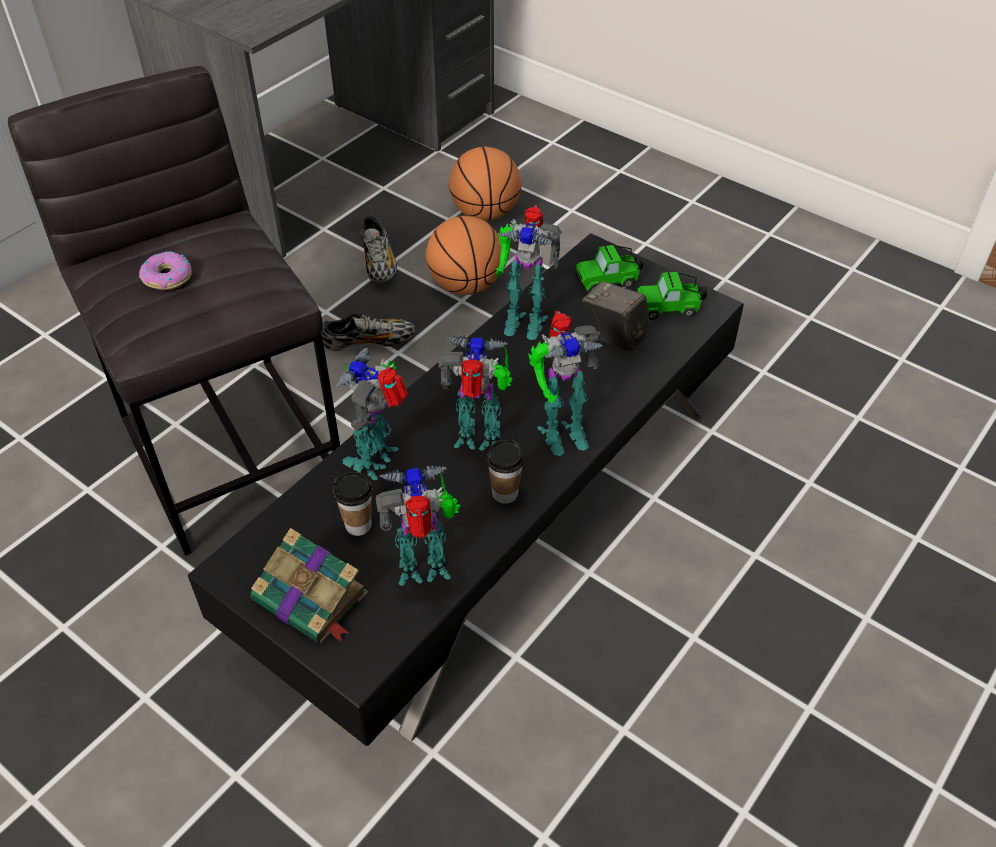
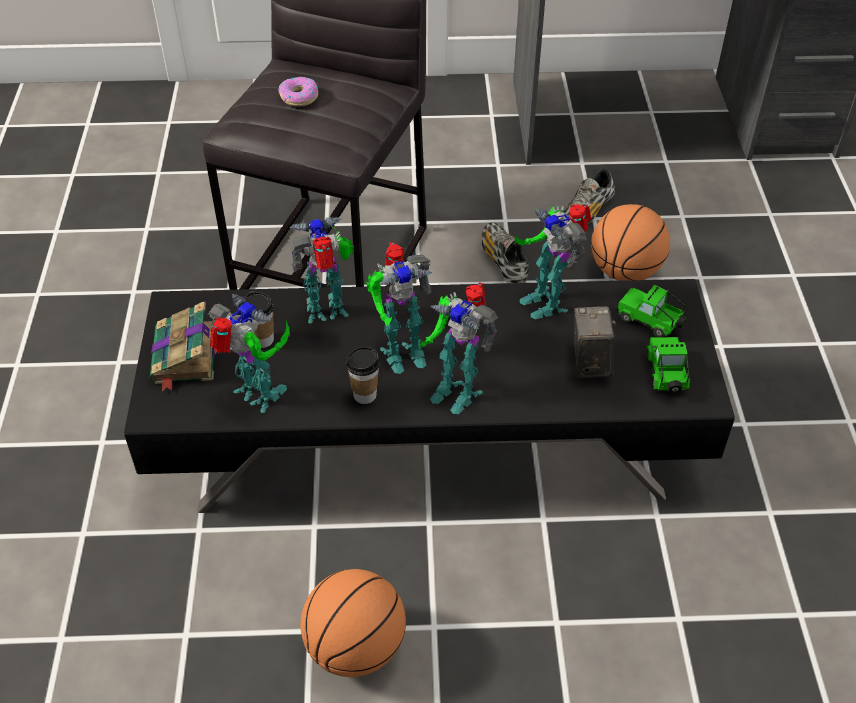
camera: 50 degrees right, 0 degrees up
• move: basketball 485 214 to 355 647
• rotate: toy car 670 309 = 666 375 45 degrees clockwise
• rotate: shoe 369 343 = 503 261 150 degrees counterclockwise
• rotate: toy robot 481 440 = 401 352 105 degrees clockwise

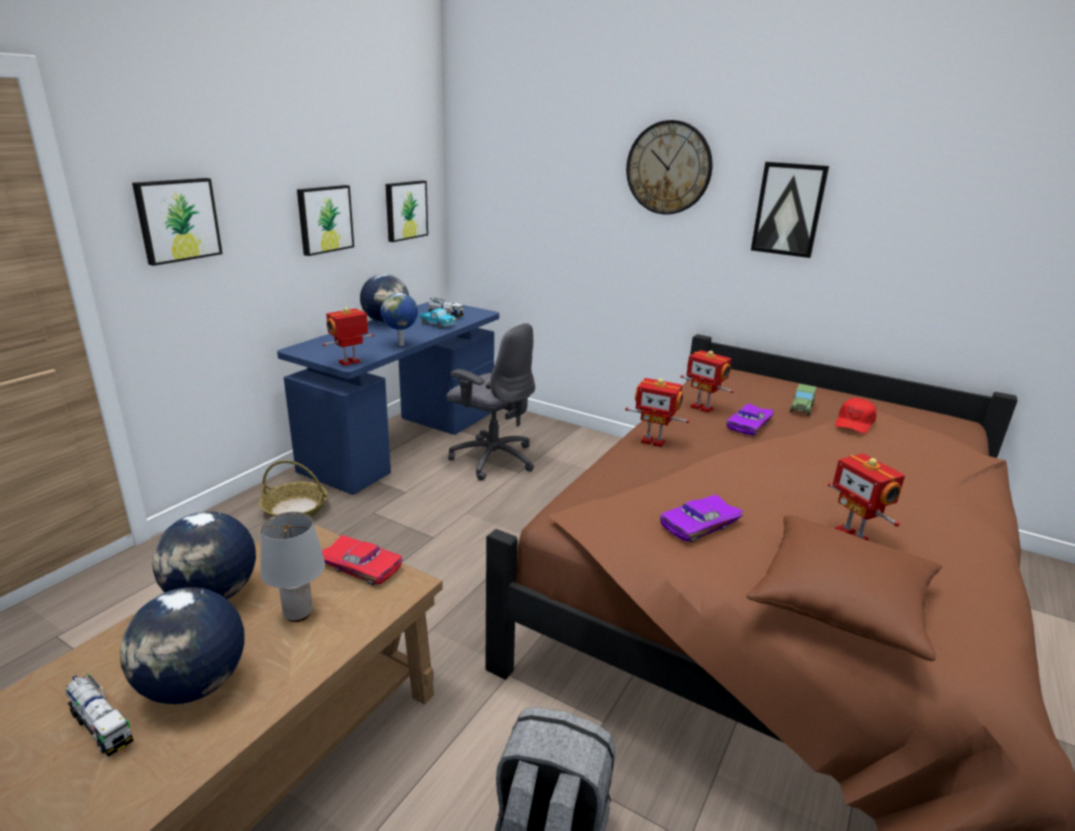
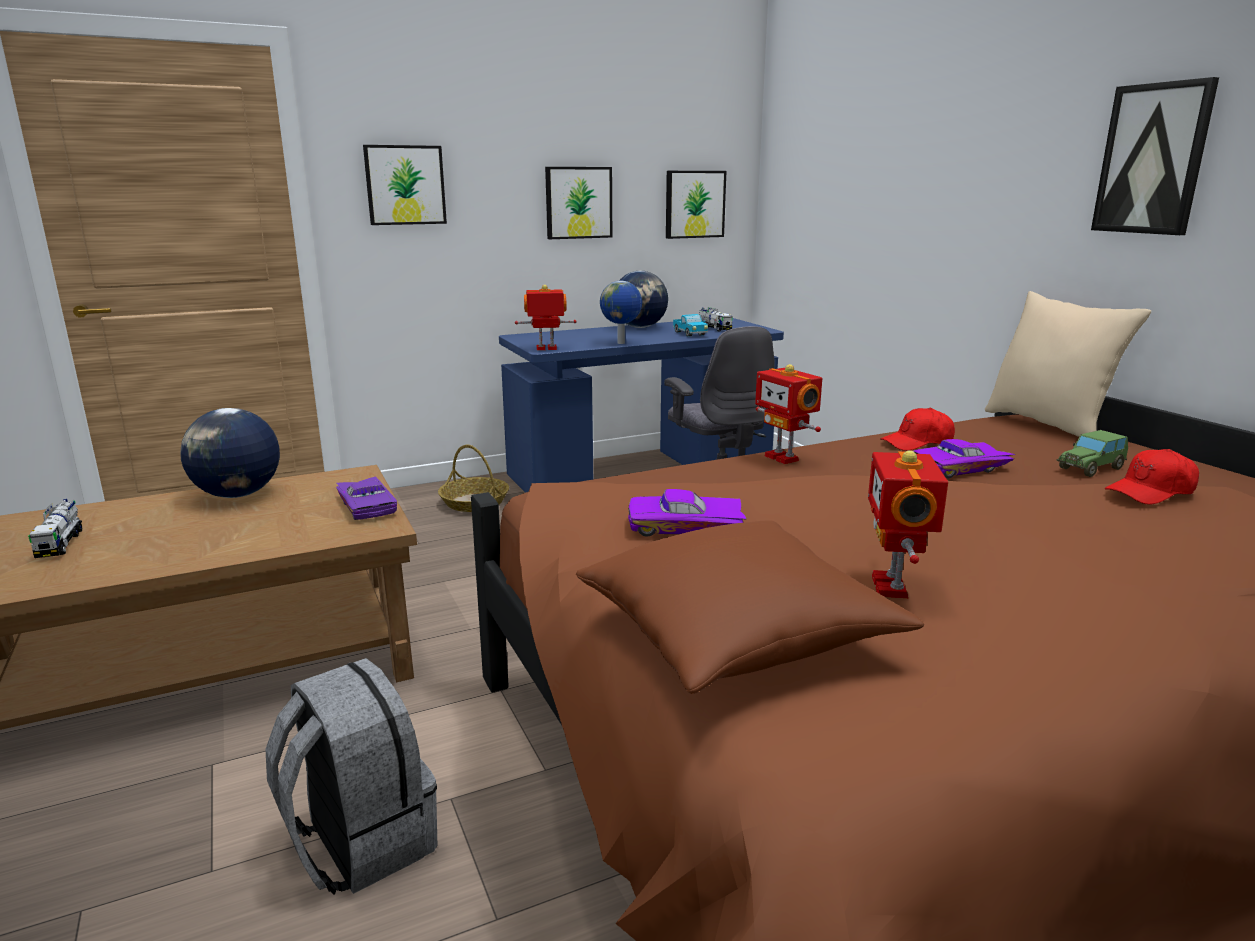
camera: 35 degrees right, 5 degrees down
• delete: wall clock 668 168
• replace: toy robot 702 407 to red cap 917 443
• delete: grey table lamp 299 613
• recolor: red toy car 362 565 to purple toy car 369 506
• delete: globe 194 685
• insert: beige pillow 1048 425

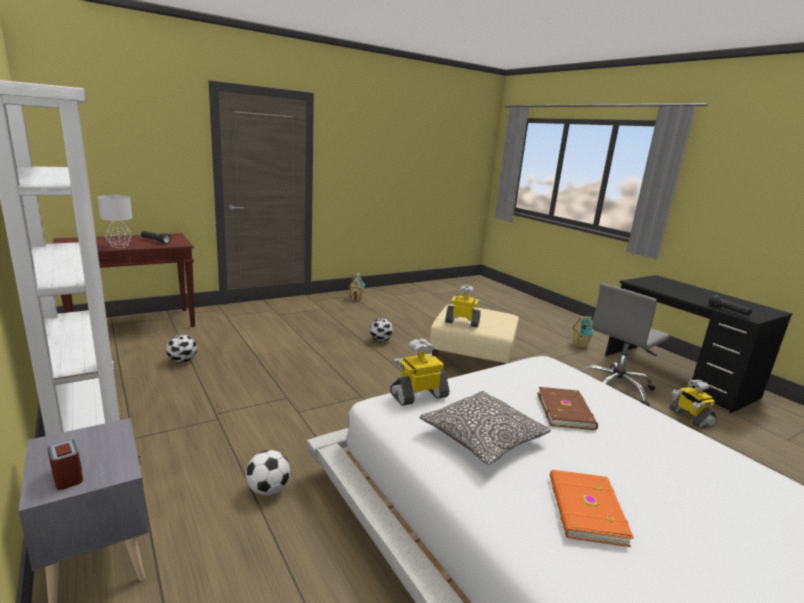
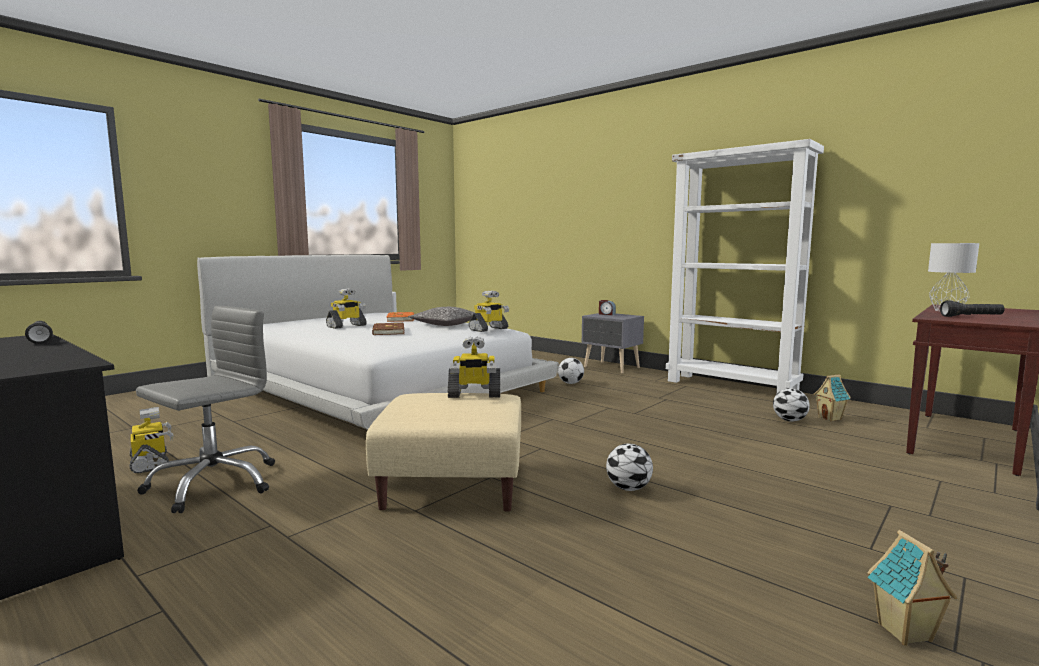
camera: 165 degrees right, 10 degrees down
• move: toy house 579 345 to 830 418
• insert: toy robot 346 326

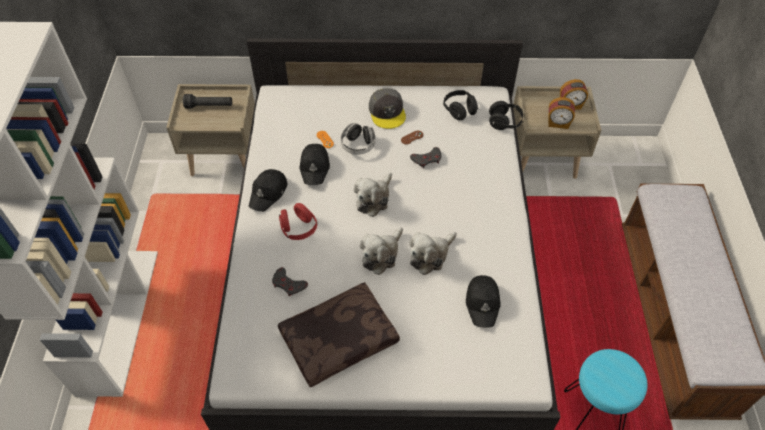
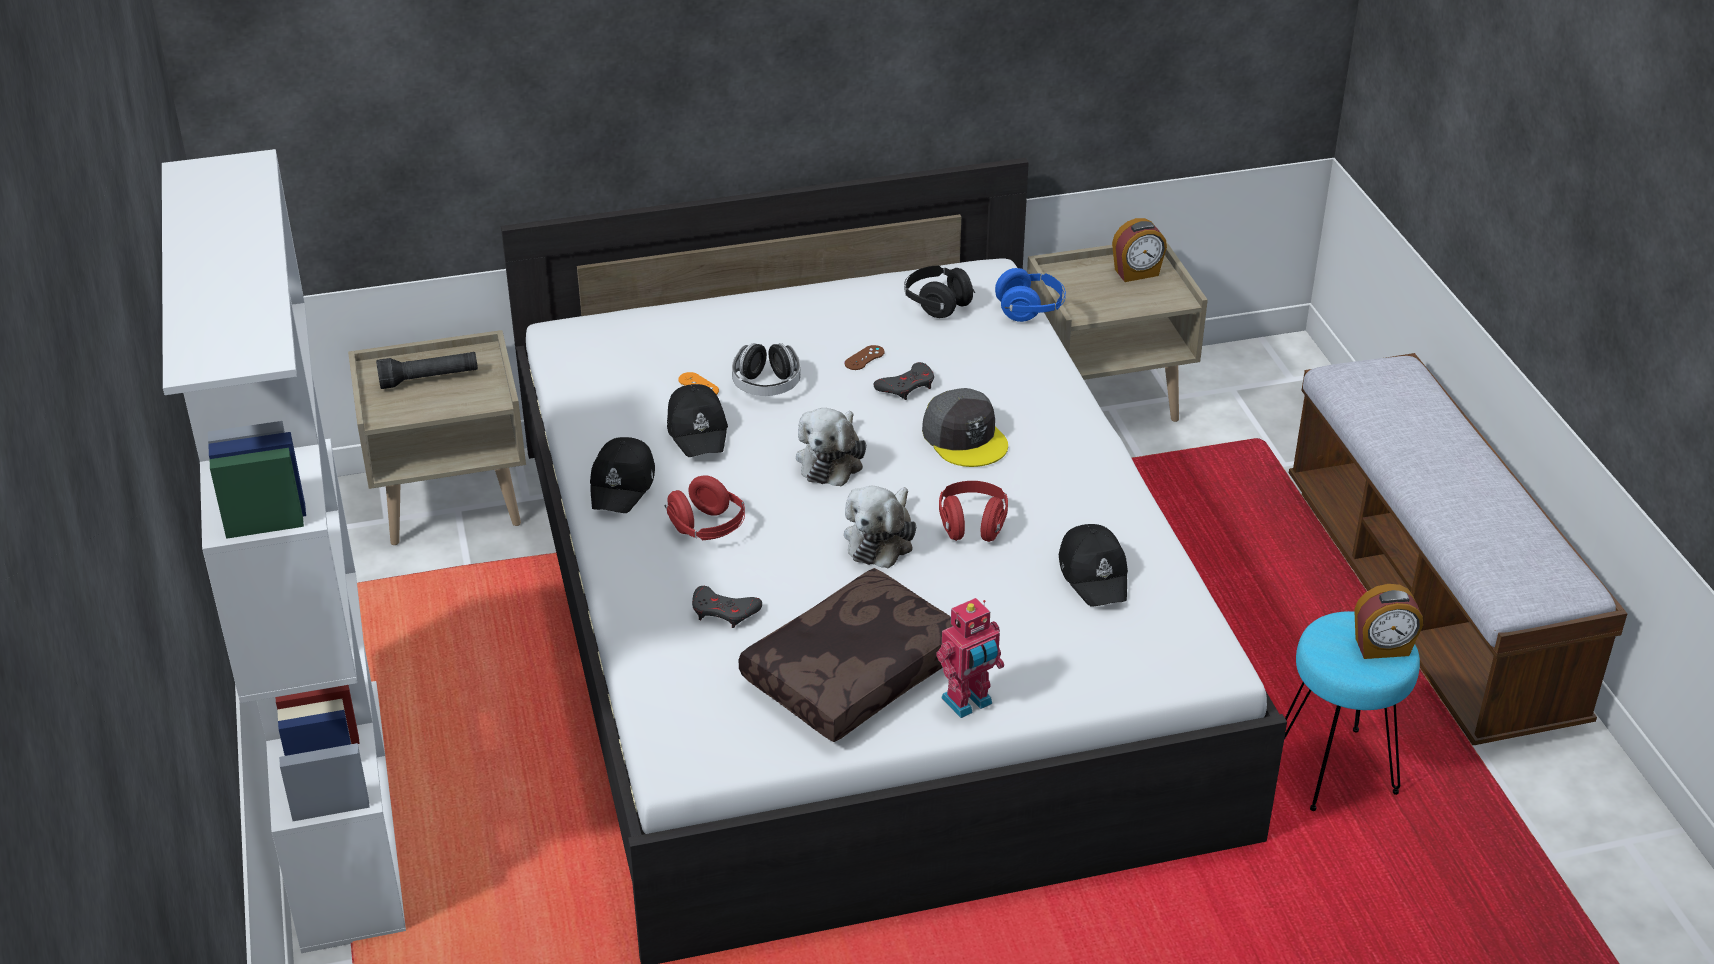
camera: 15 degrees left, 15 degrees down
• move: grey cap 387 112 to 965 438
• move: alarm clock 558 123 to 1382 648
• recolor: black headphones 505 123 to blue headphones 1030 310
• replace: plush toy 430 256 to red headphones 972 525
• insert: toy robot 968 703

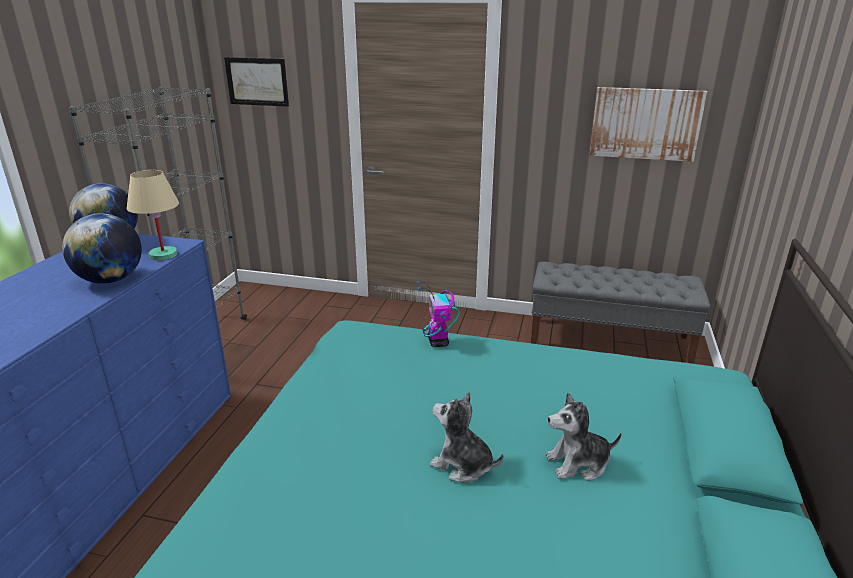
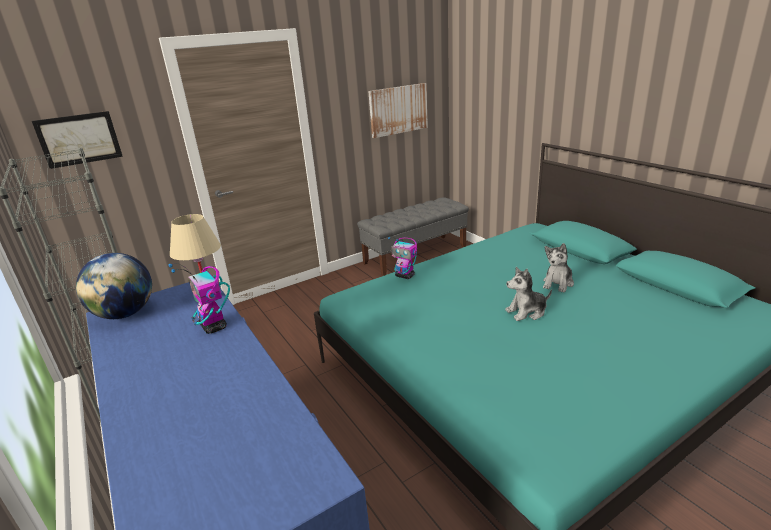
camera: 45 degrees left, 0 degrees up
• replace: globe 111 280 to toy robot 214 326

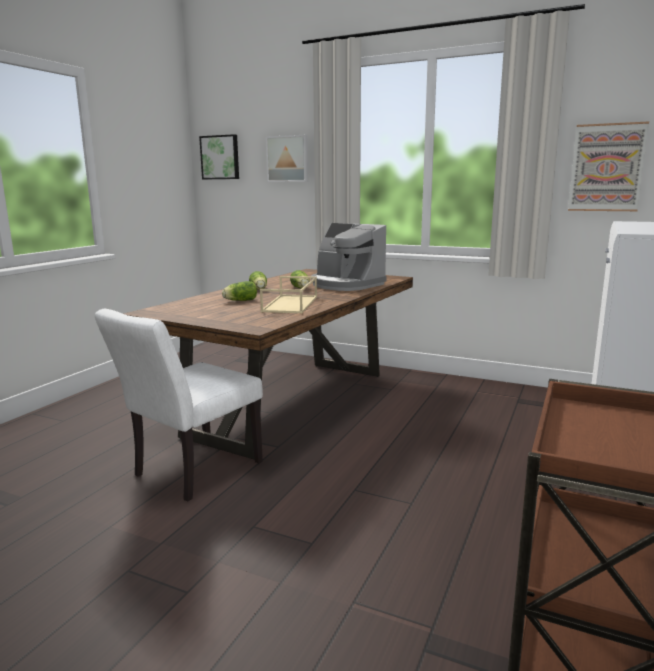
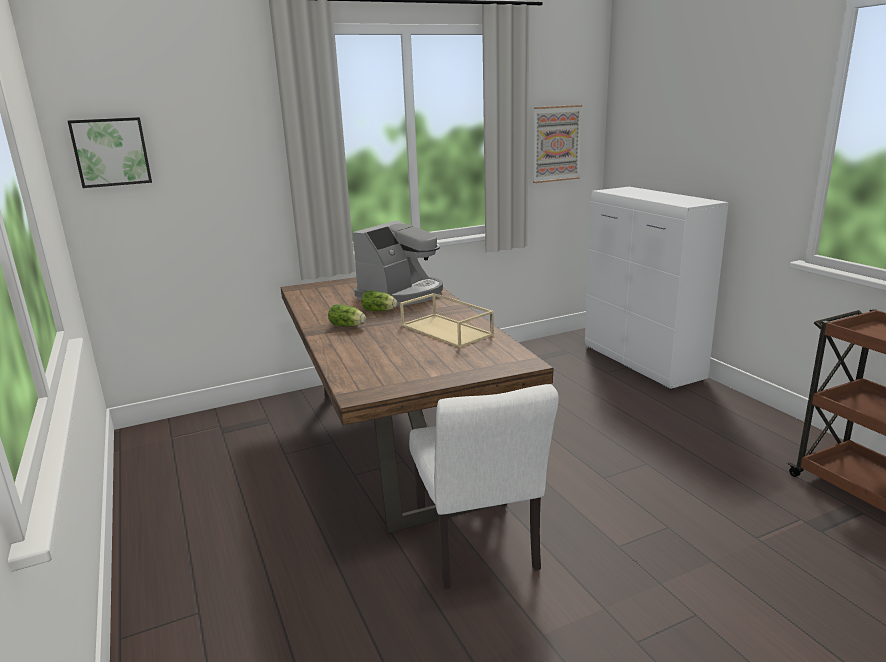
camera: 50 degrees left, 5 degrees up
• delete: picture 288 159
• rotate: coffee machine 346 285 = 402 294 45 degrees counterclockwise
• delete: lettuce 239 301

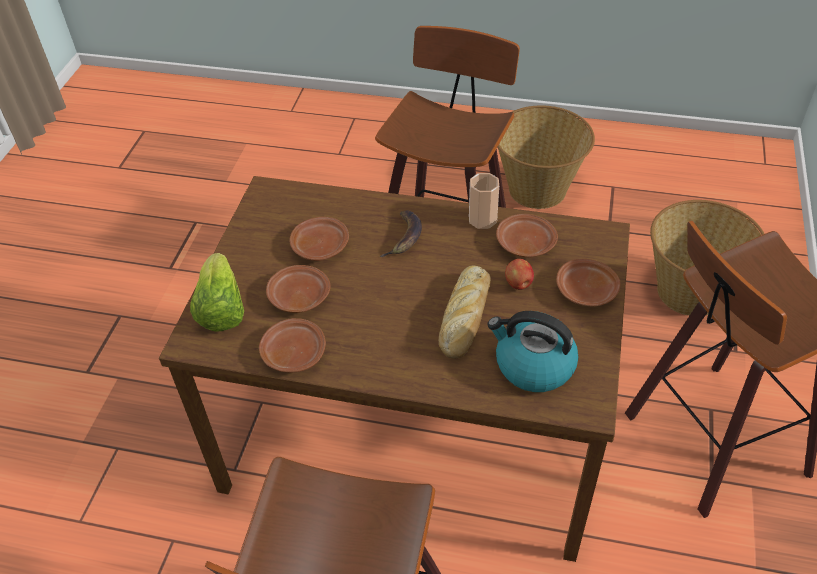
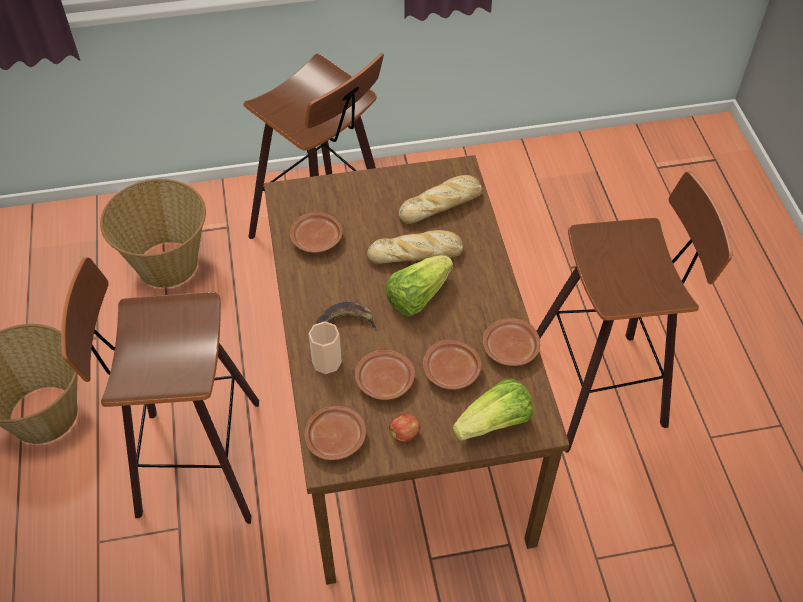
camera: 115 degrees left, 5 degrees up
• move: cup 482 219 to 326 361
• move: apple 518 284 to 405 434
• move: brown plate 587 291 to 336 438
• replace: kettle 533 365 to bread 441 204
• insert: lettuce 417 296

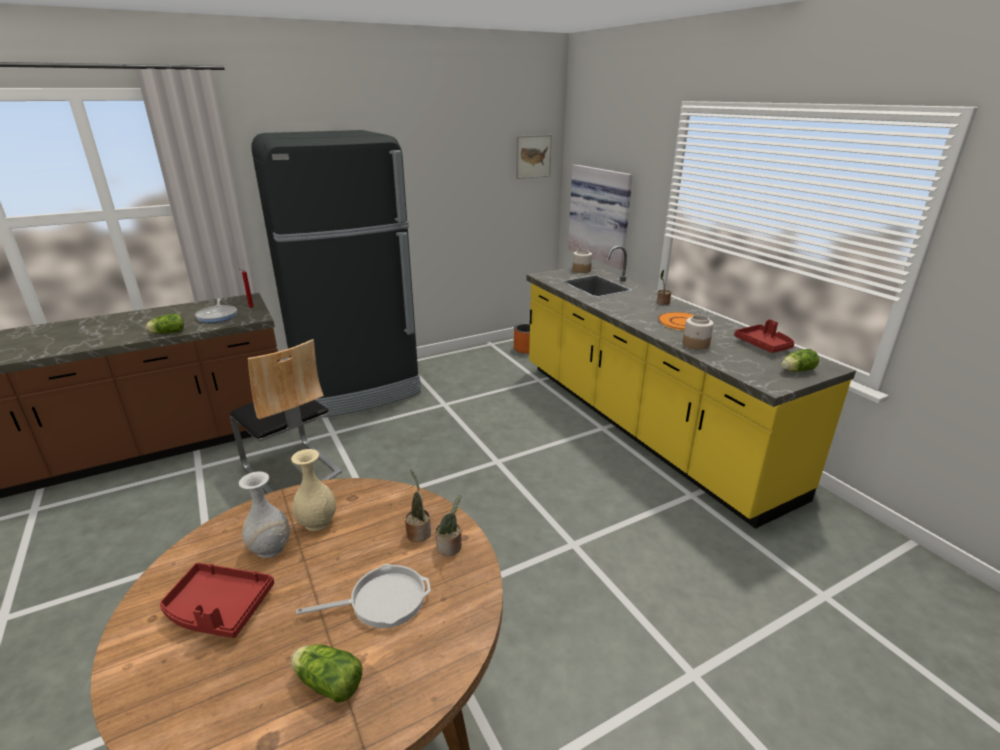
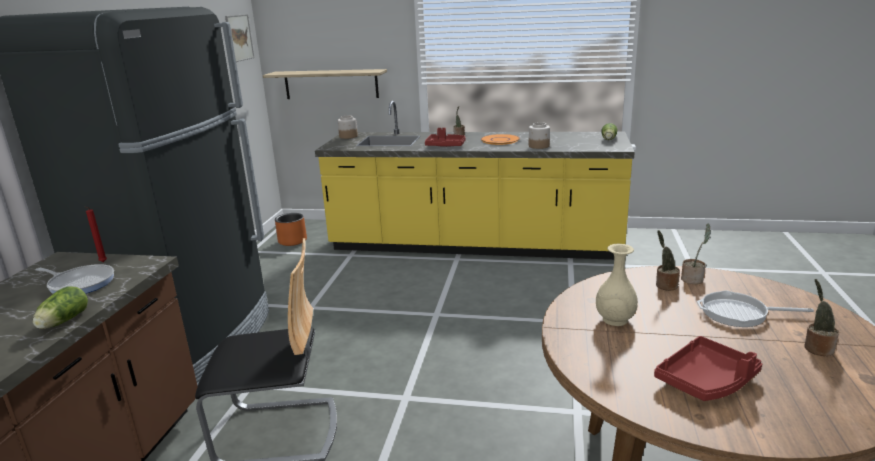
camera: 50 degrees left, 5 degrees down
• replace: picture 601 214 to shelf 331 84
• move: red tray 763 345 to 445 146
• delete: white vase 270 548
• rotate: frying pan 382 601 = 739 313 105 degrees counterclockwise
• replace: lettuce 327 682 to potted plant 816 348

